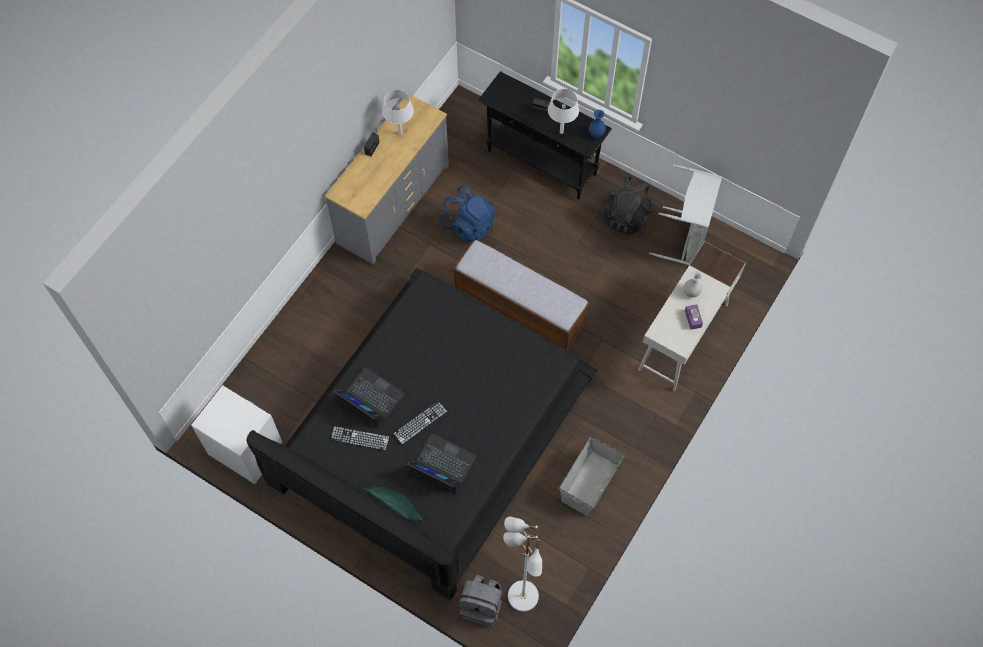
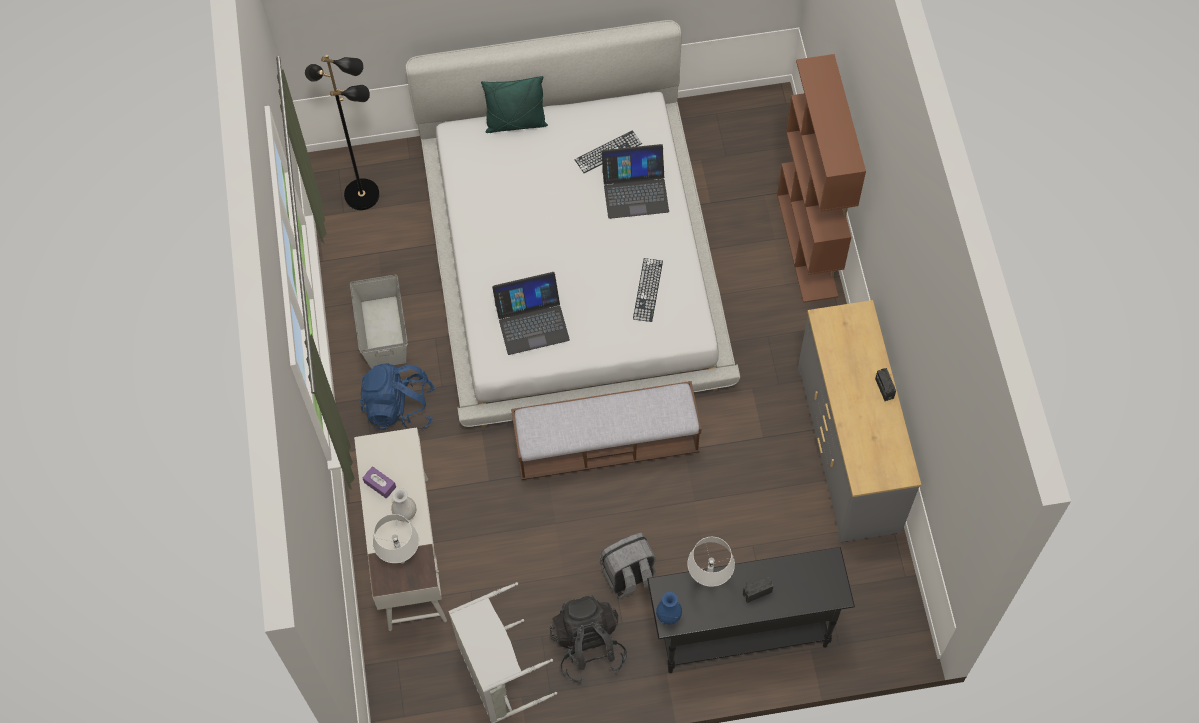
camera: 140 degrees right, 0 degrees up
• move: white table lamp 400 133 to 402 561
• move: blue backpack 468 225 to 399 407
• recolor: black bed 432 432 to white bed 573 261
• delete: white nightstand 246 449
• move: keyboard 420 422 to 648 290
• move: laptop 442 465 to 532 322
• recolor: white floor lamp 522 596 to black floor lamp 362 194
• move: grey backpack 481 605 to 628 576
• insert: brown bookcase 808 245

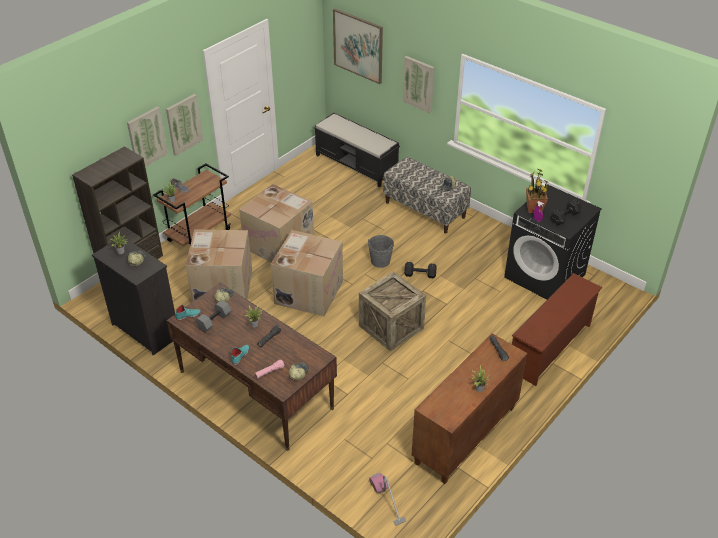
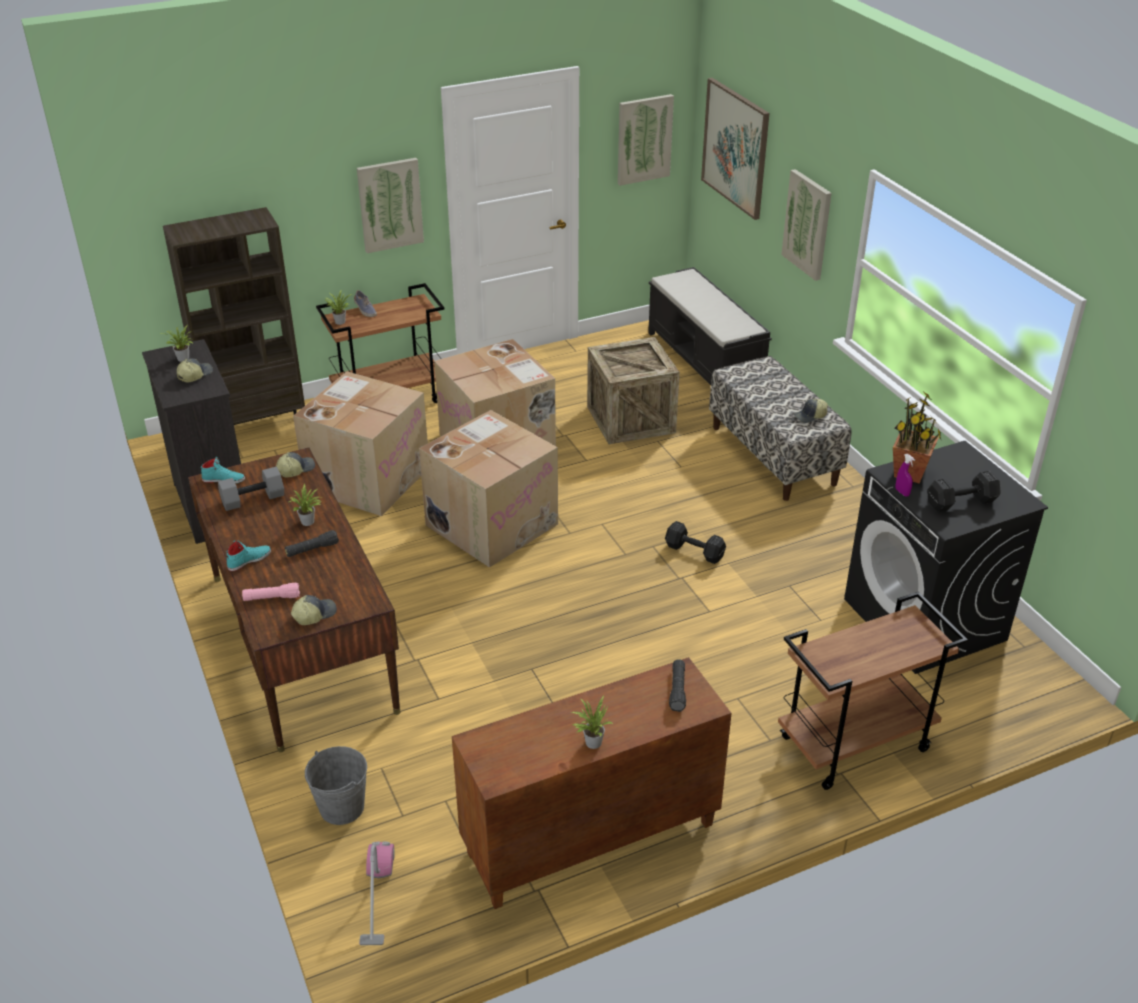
camera: 25 degrees right, 5 degrees down
• move: picture 146 138 to 644 139
• move: grey bucket 380 261 to 341 807
• move: crate 391 327 to 630 419
• replace: brown shoe rack 550 348 to brown cart 854 745

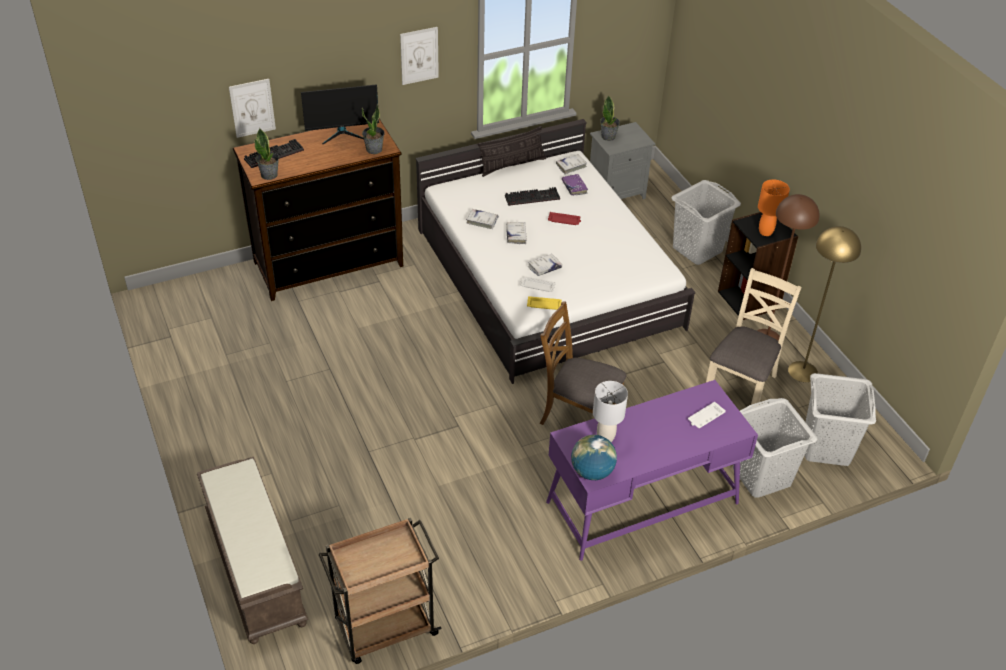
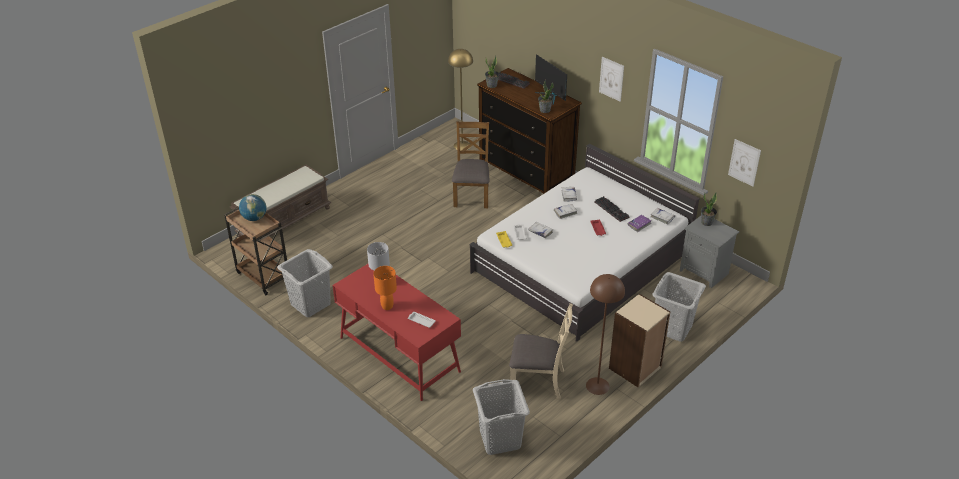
camera: 70 degrees right, 5 degrees down
• move: picture 252 108 to 744 162
• delete: pillow 512 165
• move: orange table lamp 766 232 to 387 306
• recolor: black bookcase 749 300 to beige bookcase 635 368
• move: yellow floor lamp 803 371 to 462 145
• move: brown chair 578 417 to 472 195
• recolor: purple desk 642 502 to red desk 399 354
• move: grey laundry basket 761 476 to 311 304
• move: globe 592 472 to 254 218

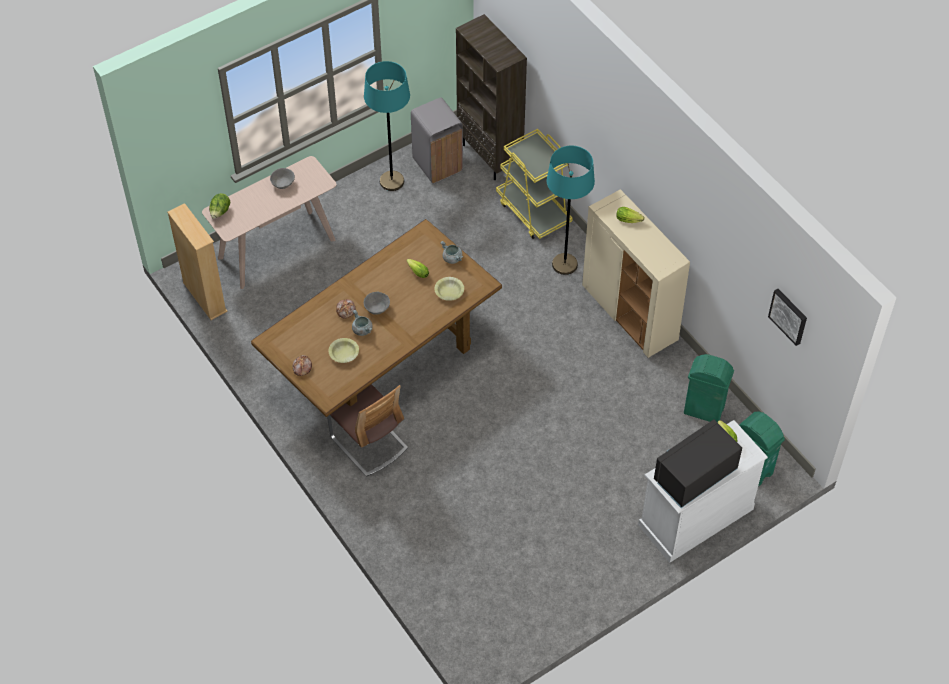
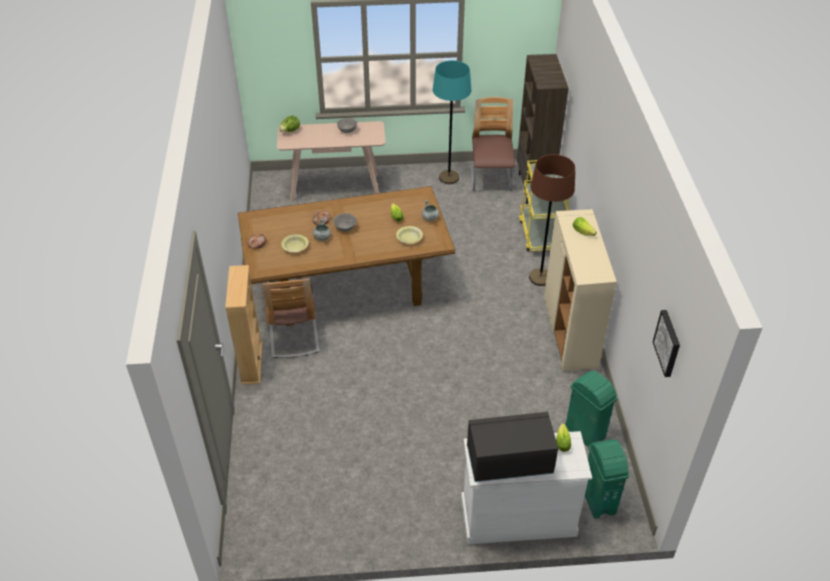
camera: 30 degrees right, 10 degrees down
• replace: grey trash can 438 164 to chair 490 179
• recolor: turquoise floor lamp 564 264 to brown floor lamp 540 278
• move: beige bookcase 205 297 to 251 363

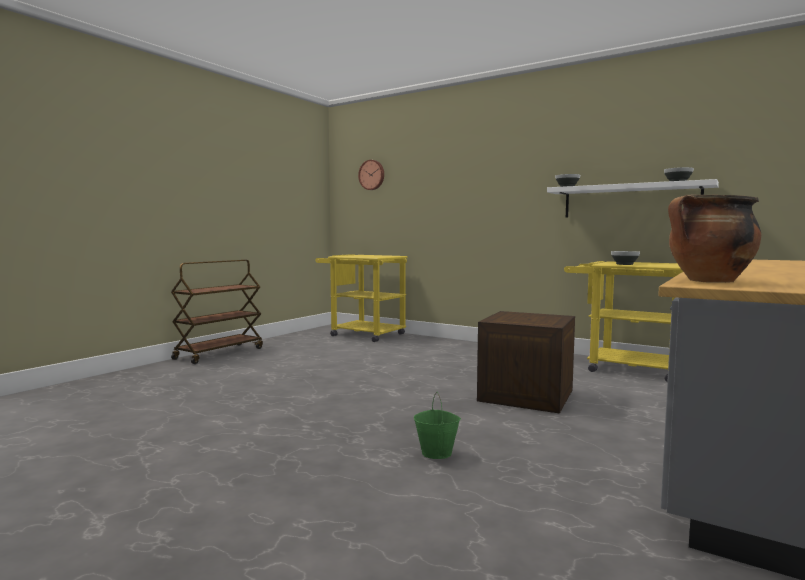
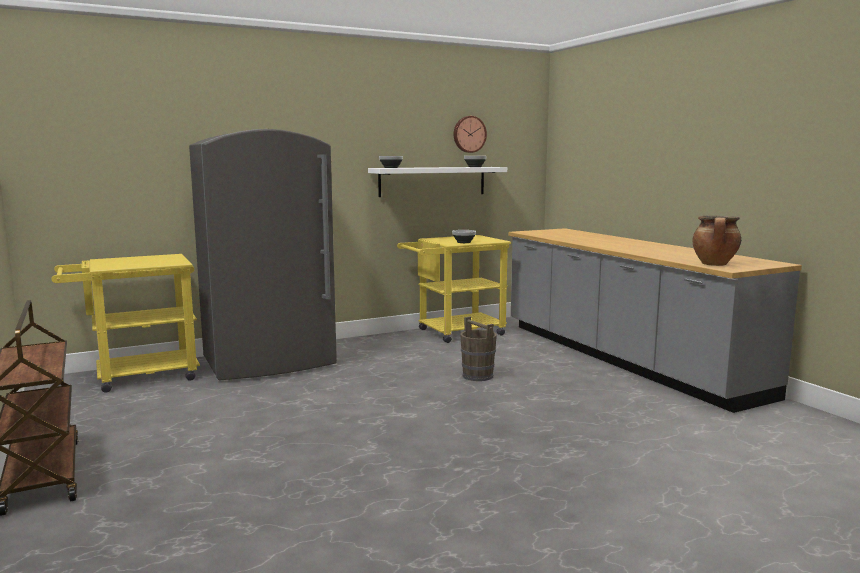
camera: 60 degrees left, 5 degrees up
• move: wall clock 372 175 to 469 134
• replace: crate 526 395 to brown bucket 477 376
• delete: green bucket 437 453
• insert: grey fridge 270 362

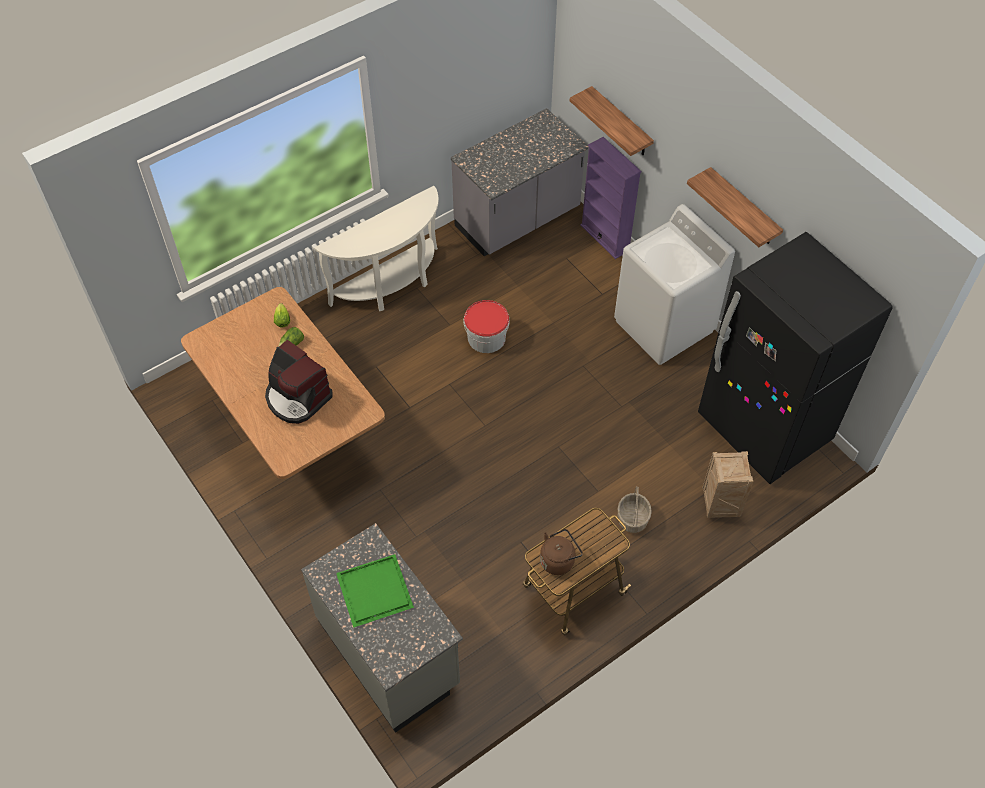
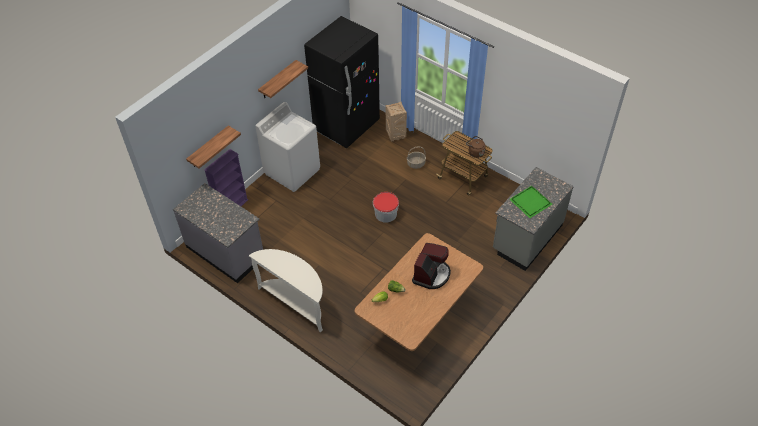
camera: 105 degrees left, 5 degrees down
• move: bucket 486 337 to 385 214

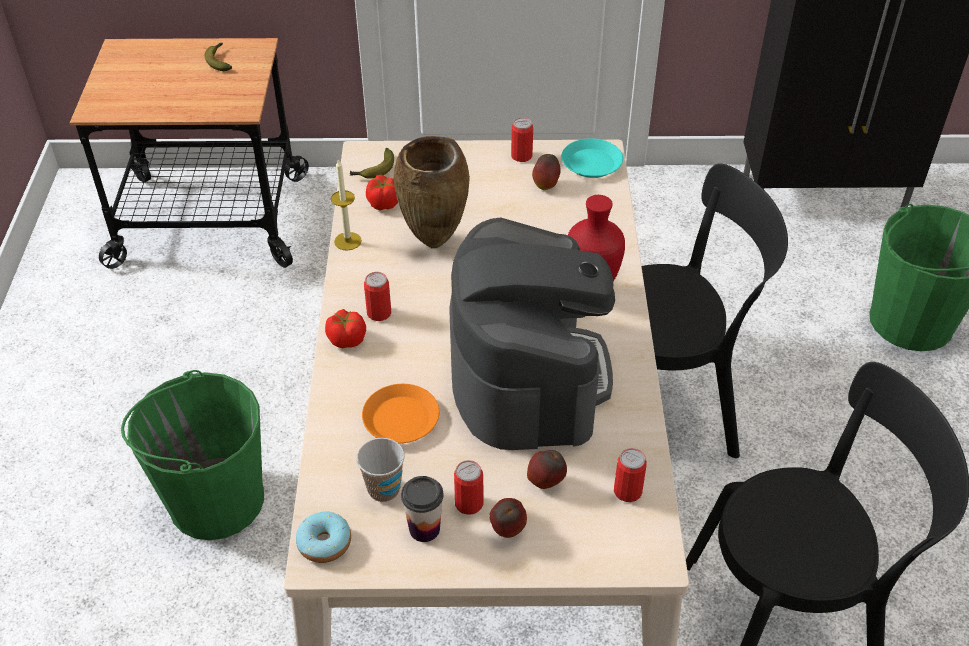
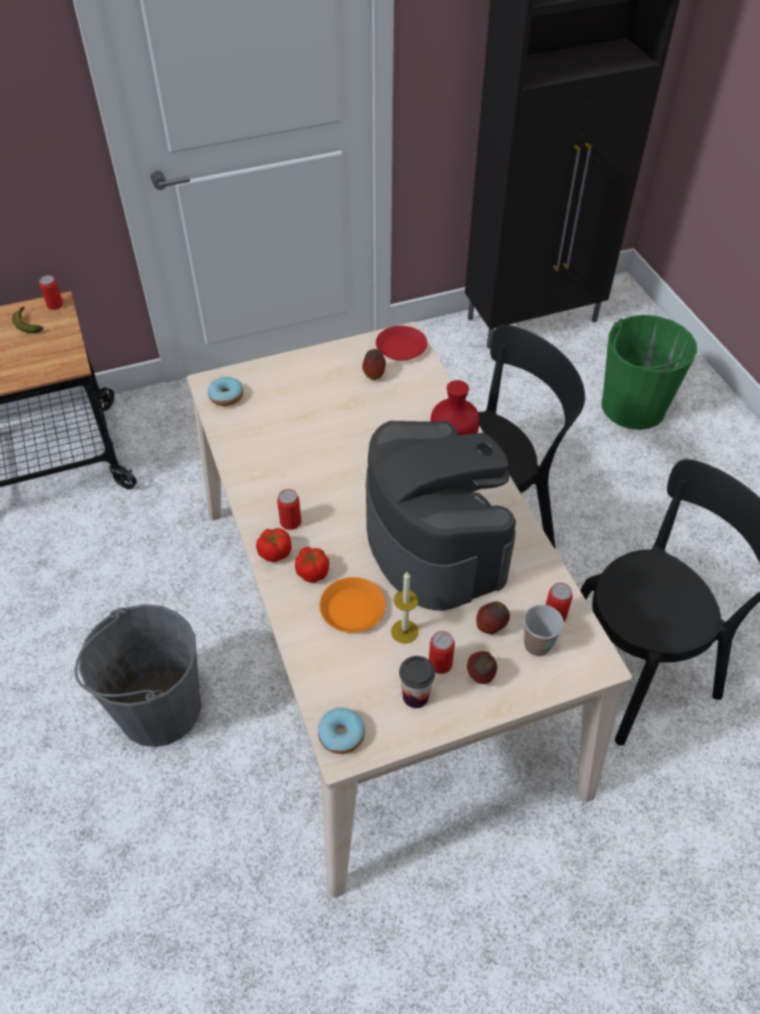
camera: 20 degrees left, 5 degrees up
• move: can 521 156 to 55 305
• delete: brown vase 435 243
• recolor: turquoise plate 592 163 to red plate 401 347
• replace: banana 374 171 to donut 226 396
• move: candle 347 241 to 404 631
• move: tomato 383 203 to 312 572
• recolor: green bucket 215 500 to grey bucket 159 708
• move: cup 384 489 to 537 645

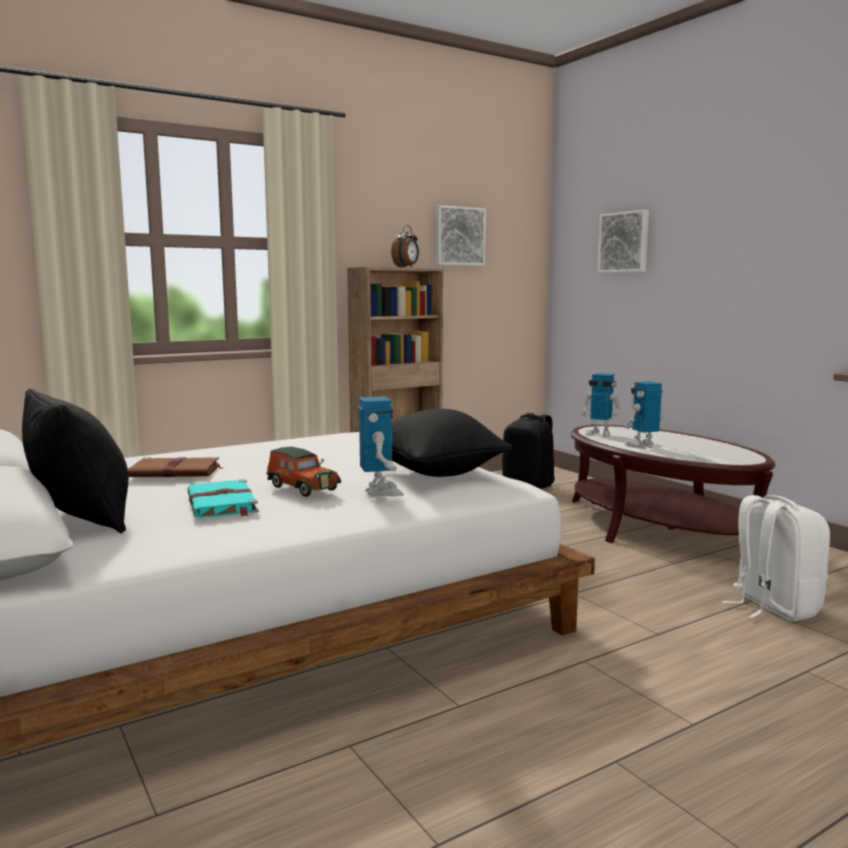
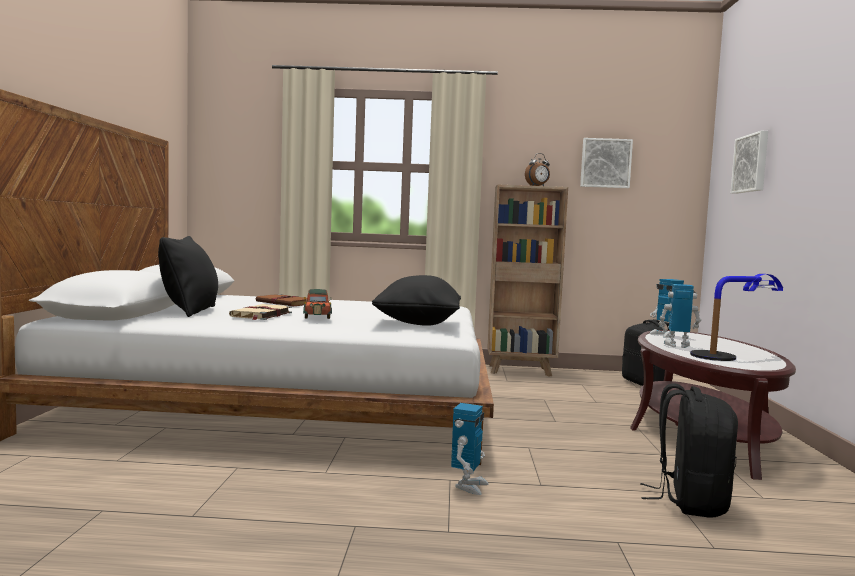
camera: 35 degrees right, 5 degrees down
• move: toy robot 380 492 to 468 486
• recolor: turquoise book 222 503 to beige book 261 315
• recolor: white backpack 772 607 to black backpack 689 502
• insert: table lamp 729 355

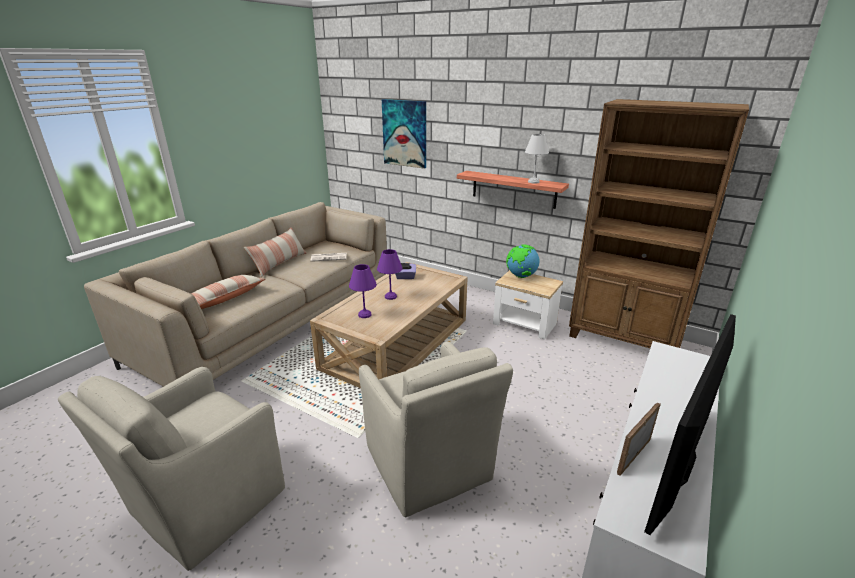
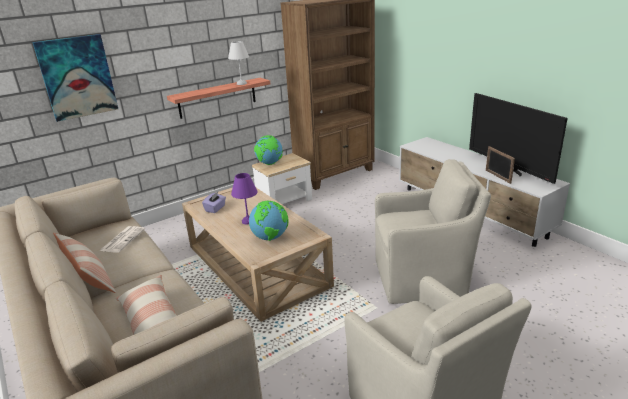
camera: 65 degrees left, 0 degrees up
• replace: purple table lamp 365 314 to globe 270 238

